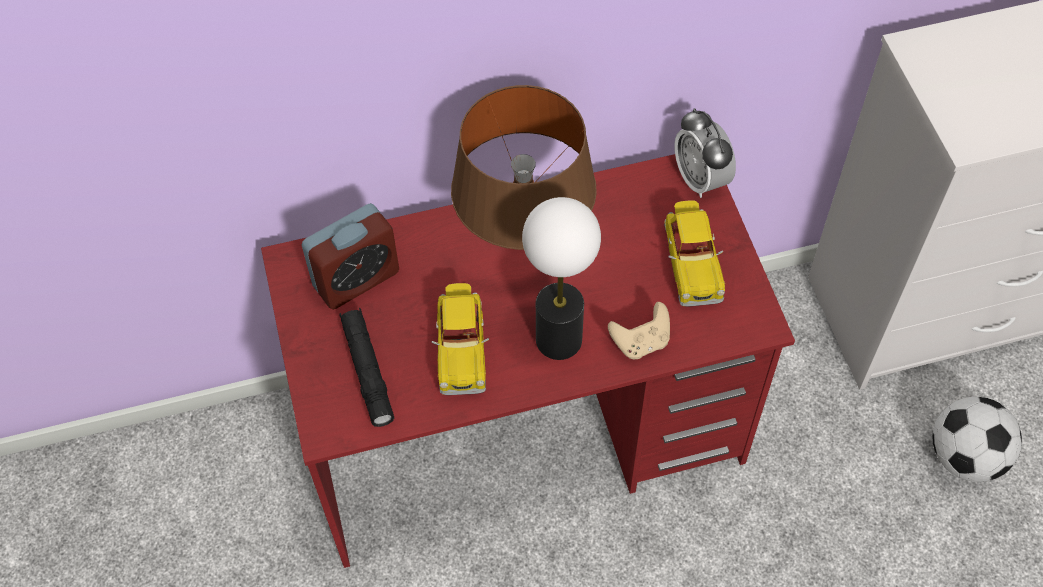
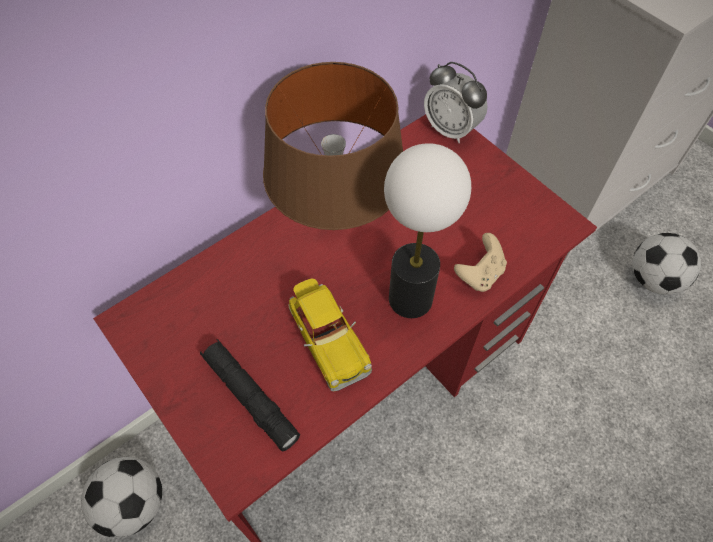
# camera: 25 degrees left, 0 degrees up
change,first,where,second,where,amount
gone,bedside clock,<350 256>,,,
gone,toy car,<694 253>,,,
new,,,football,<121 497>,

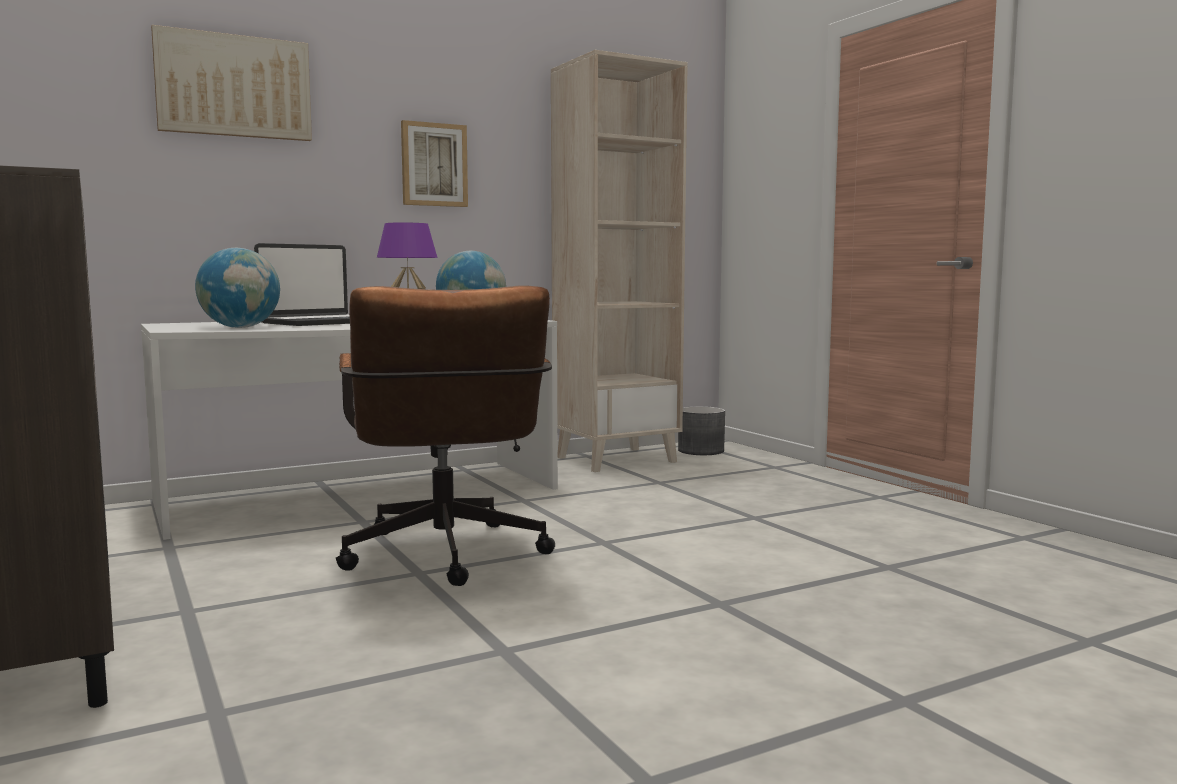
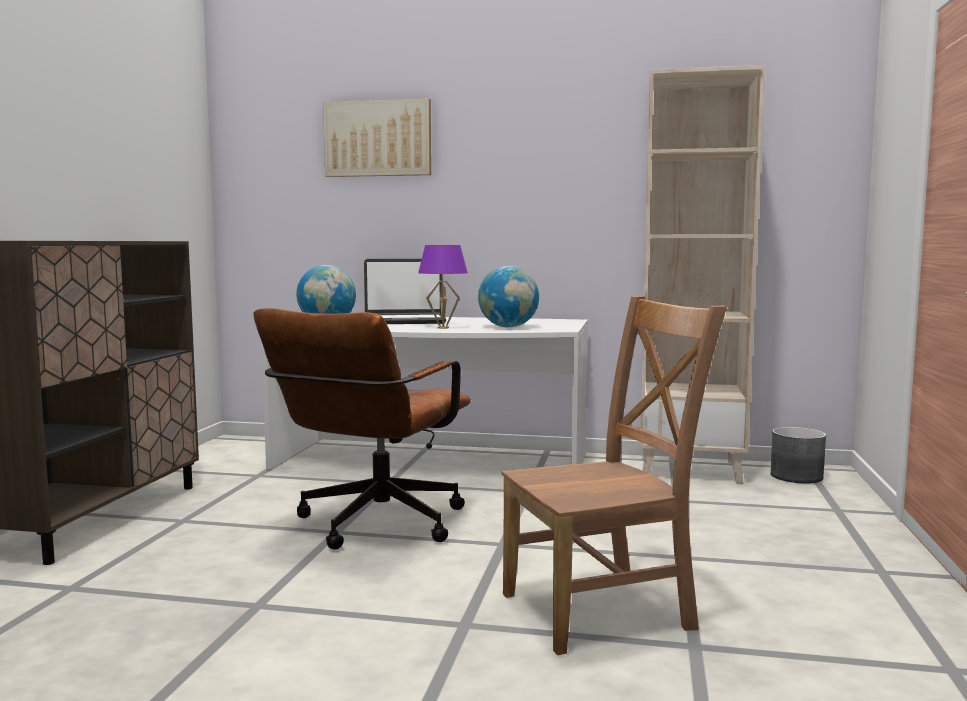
# camera: 40 degrees right, 0 degrees up
change,first,where,second,where,amount
gone,wall art,<434 163>,,,
new,,,chair in brown,<614 475>,

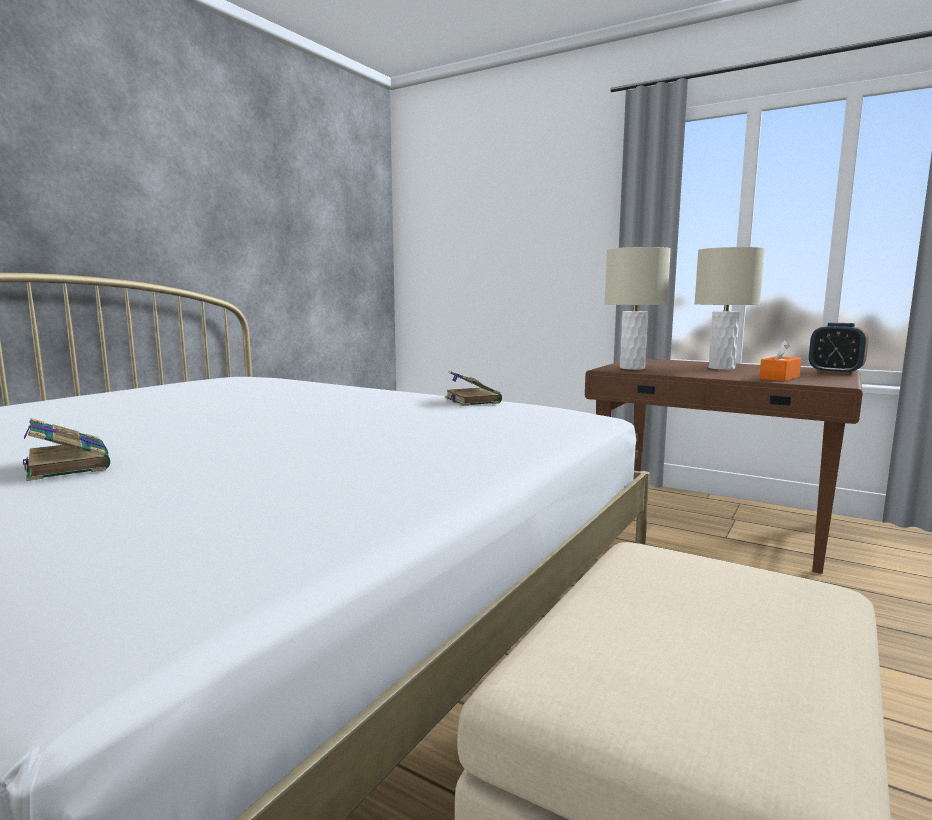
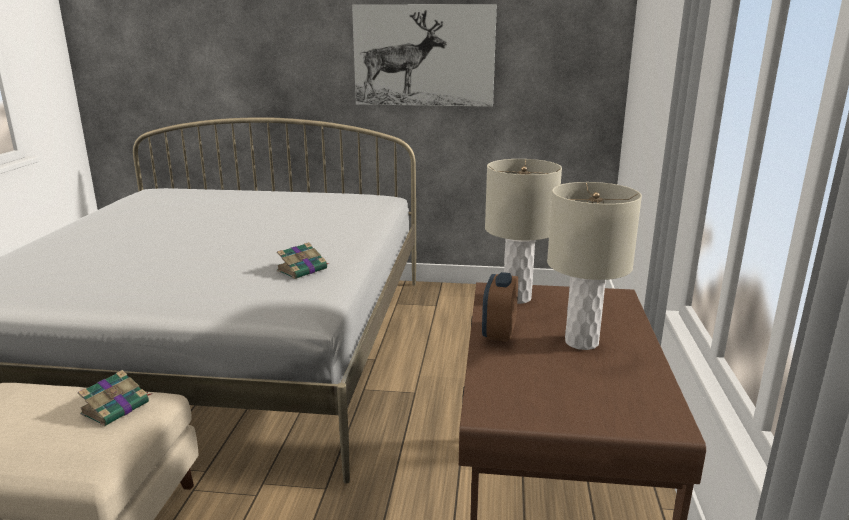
# camera: 65 degrees right, 10 degrees up
change,first,where,second,where,amount
gone,box of tissues in orange,<780 360>,,,
new,,,wall art,<424 55>,
shifted,book,<66 449>,,<114 398>,
shifted,bedside clock,<839 349>,,<500 307>,

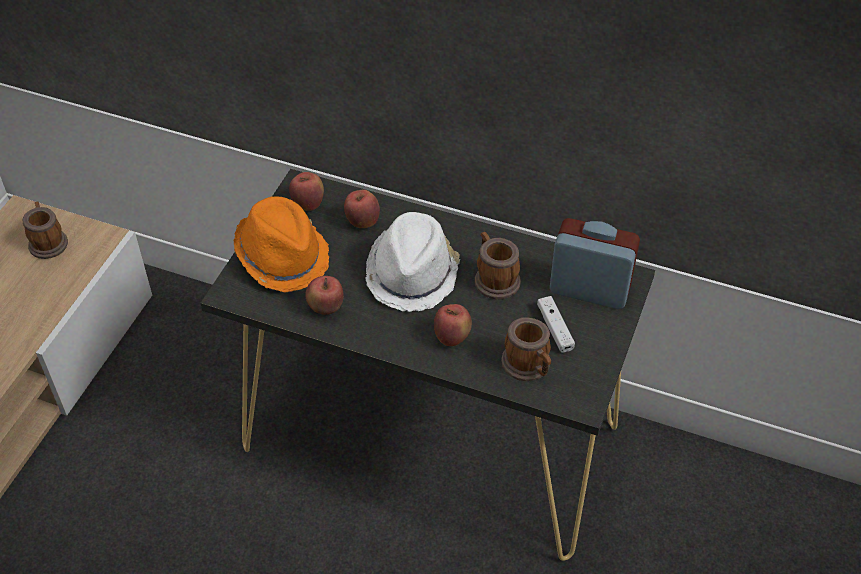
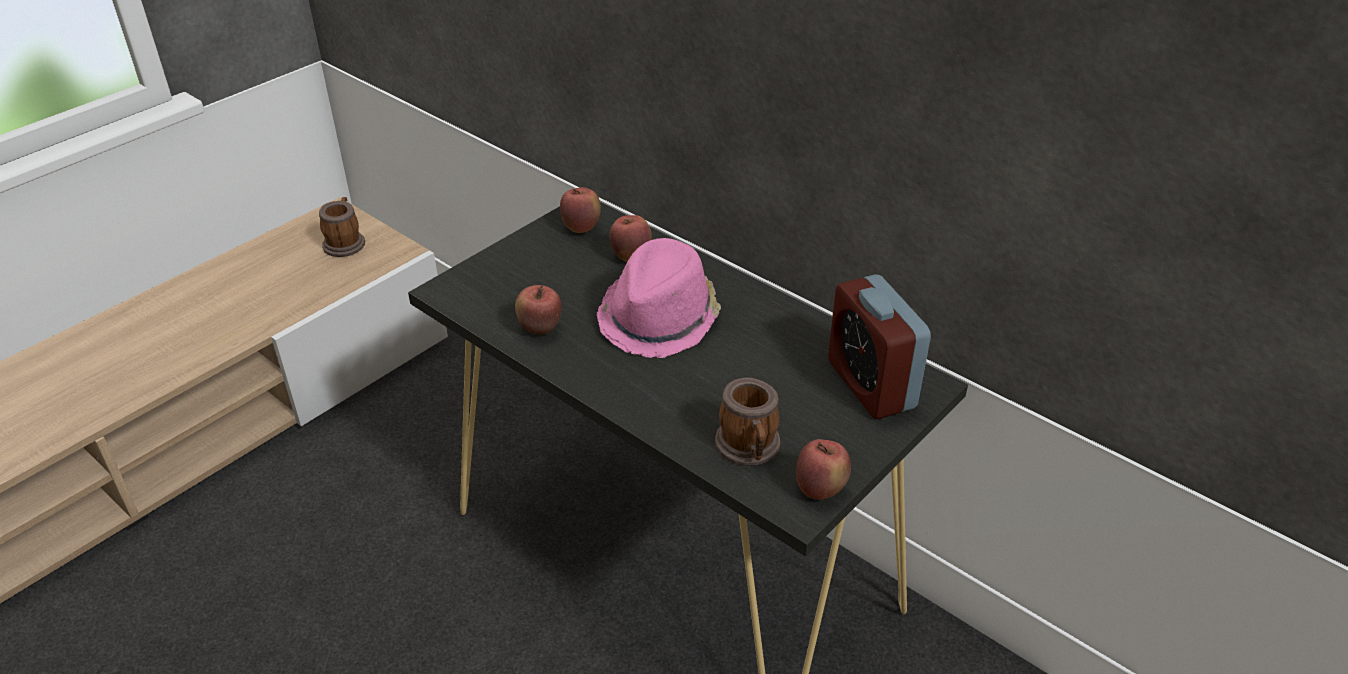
# camera: 20 degrees right, 10 degrees down
change,first,where,second,where,amount
gone,wearable hat in orange,<281 244>,,,
gone,mug,<498 265>,,,
gone,game controller in whitish,<556 324>,,,
shifted,whole apple,<453 325>,,<823 469>,
repainted,wearable hat in whitish,<412 262>,wearable hat in pink-coloured,<659 298>,
rotated,bedside clock,<595 263>,,<879 346>,150 degrees counterclockwise

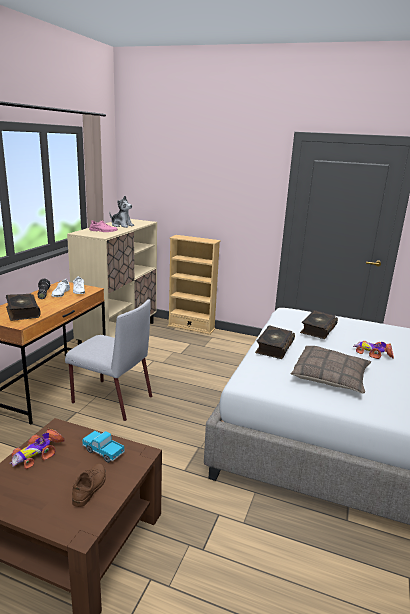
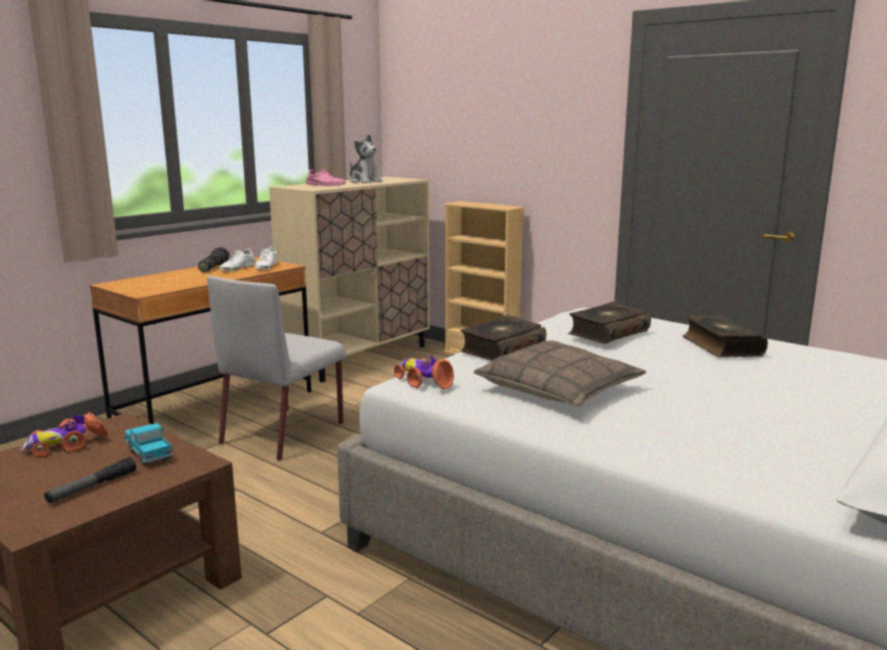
# camera: 20 degrees right, 5 degrees down
change,first,where,second,where,amount
shifted,book,<23 307>,,<725 336>,
shifted,toy car,<373 350>,,<424 373>,
swapped,low shoe in brown,<89 485>,torch,<90 480>,
rotated,chair in grey,<108 360>,,<276 368>,75 degrees clockwise

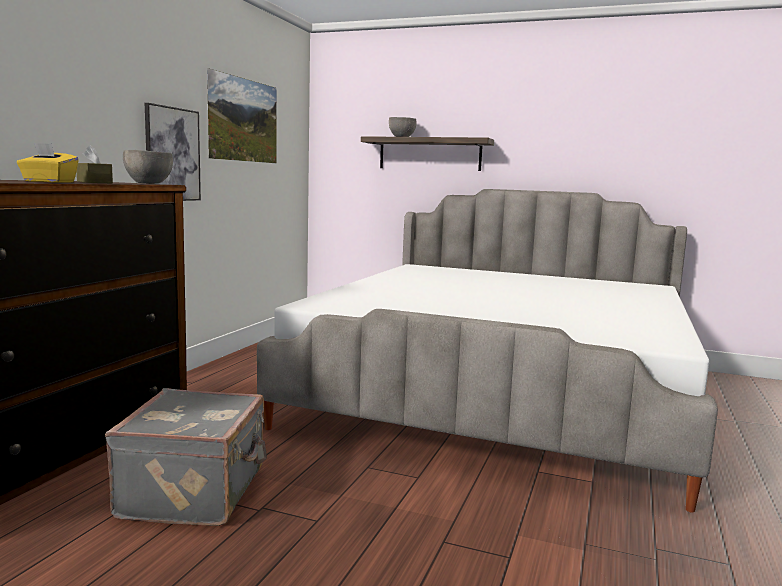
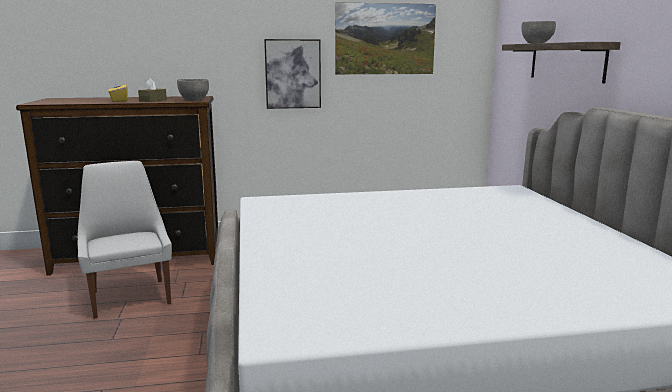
# camera: 60 degrees right, 5 degrees up
change,first,where,second,where,amount
swapped,suitcase in grey,<186 457>,chair in whitish,<124 240>,

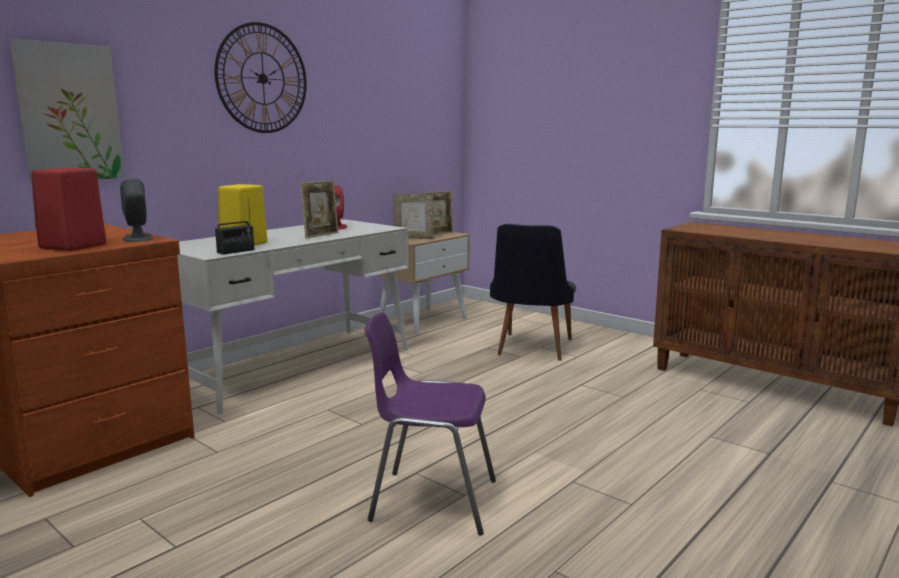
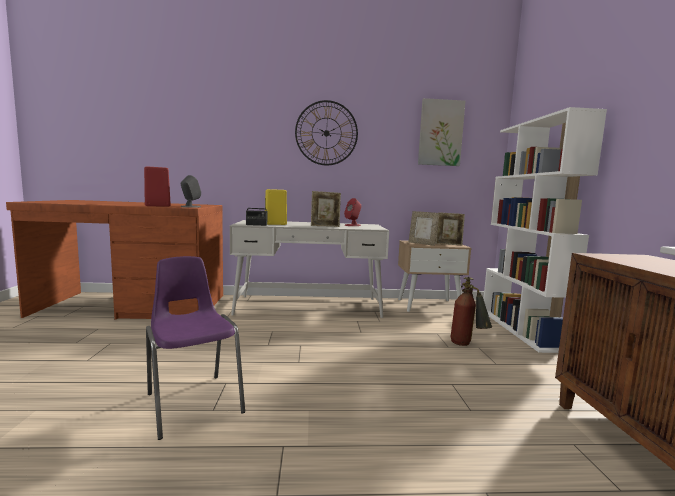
# camera: 45 degrees right, 5 degrees down
change,first,where,second,where,amount
new,,,bookcase in whitish,<545 230>,
shifted,wall art,<67 111>,,<441 132>,
swapped,chair in black-coloured,<533 292>,fire extinguisher,<471 311>,

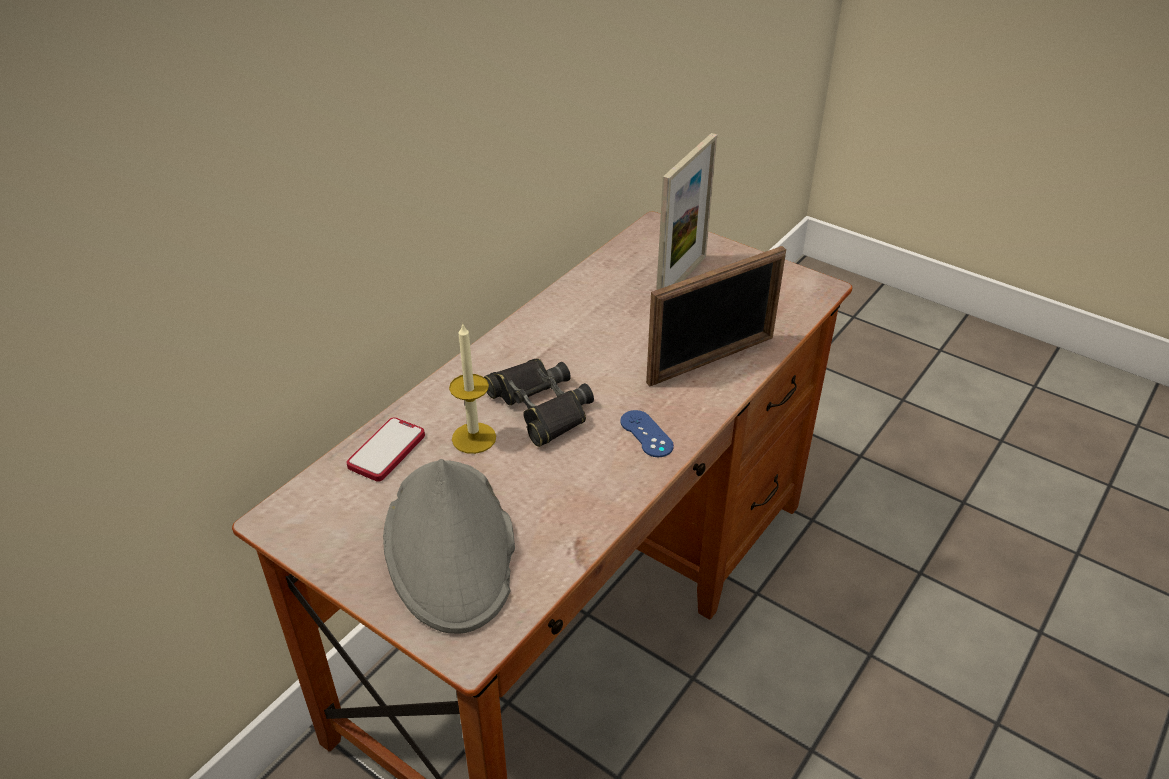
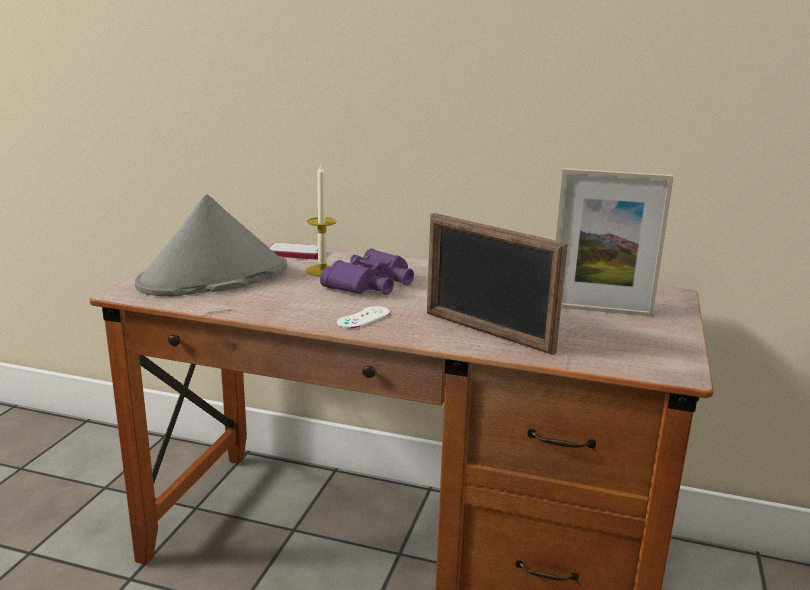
# camera: 70 degrees right, 20 degrees down
change,first,where,second,where,amount
repainted,pair of binoculars in black-coloured,<539 403>,pair of binoculars in purple-coloured,<367 271>,
repainted,game controller in blue,<647 433>,game controller in whitish,<363 317>,

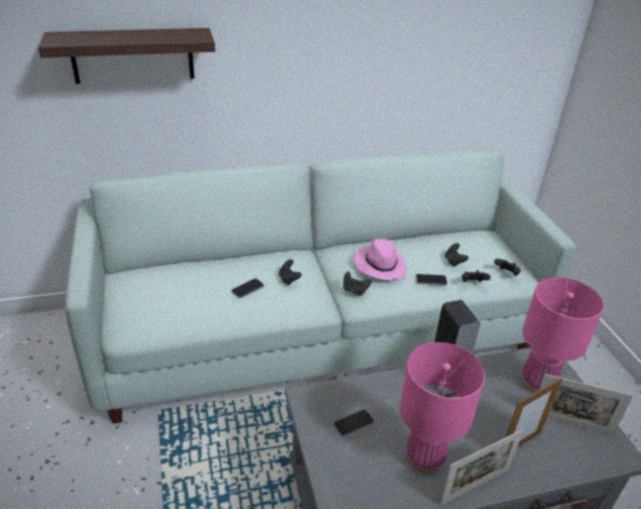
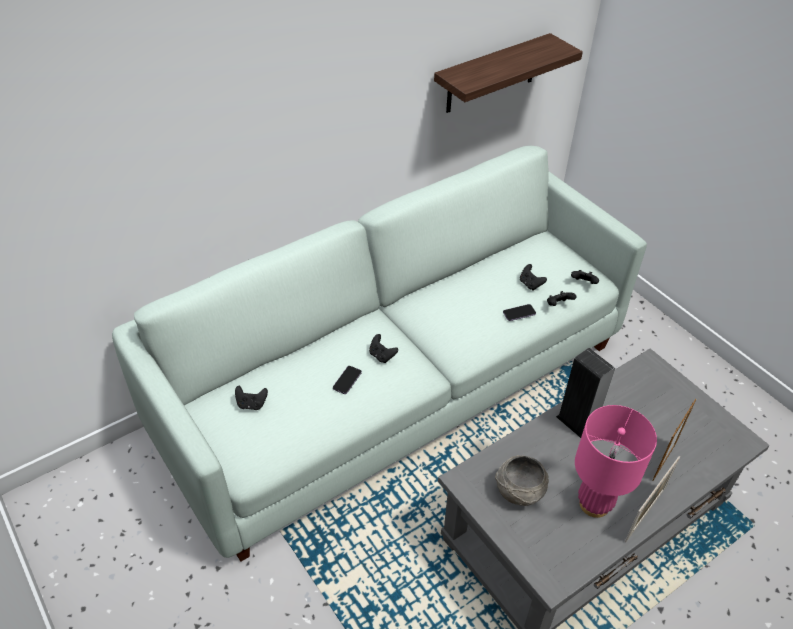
# camera: 20 degrees left, 10 degrees up
change,first,where,second,where,amount
gone,wearable hat in pink-coloured,<380 259>,,,
gone,table lamp in pink-coloured,<563 335>,,,
gone,standing frame,<585 404>,,,
shifted,wall shelf,<126 56>,,<508 73>,
shifted,game controller in black-coloured,<357 284>,,<251 397>,
swapped,handset,<354 422>,serving bowl in grey,<522 480>,

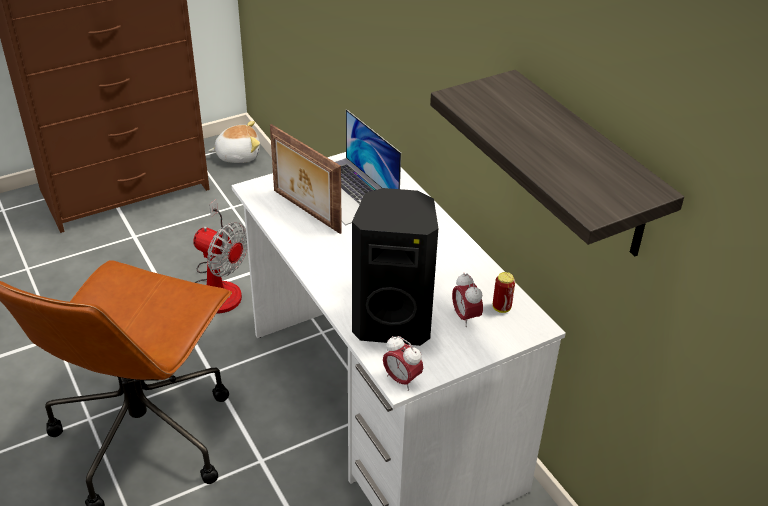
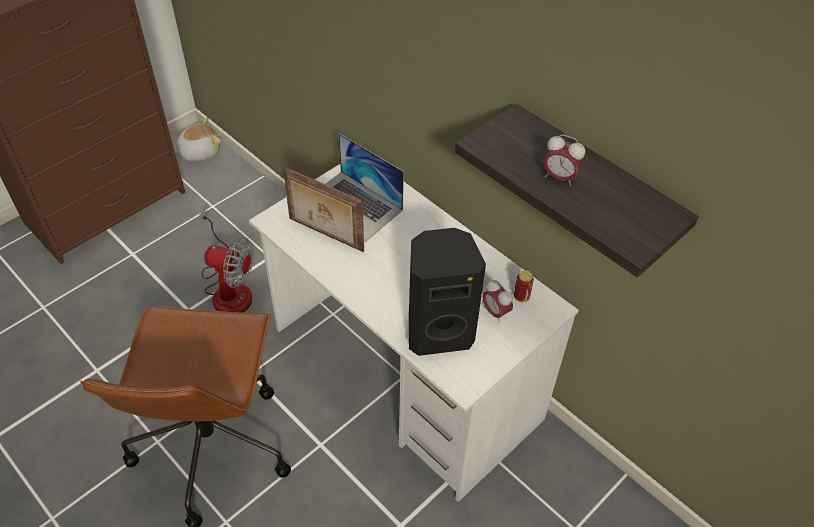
# camera: 15 degrees left, 10 degrees up
change,first,where,second,where,amount
shifted,bedside clock,<403 363>,,<564 160>,

